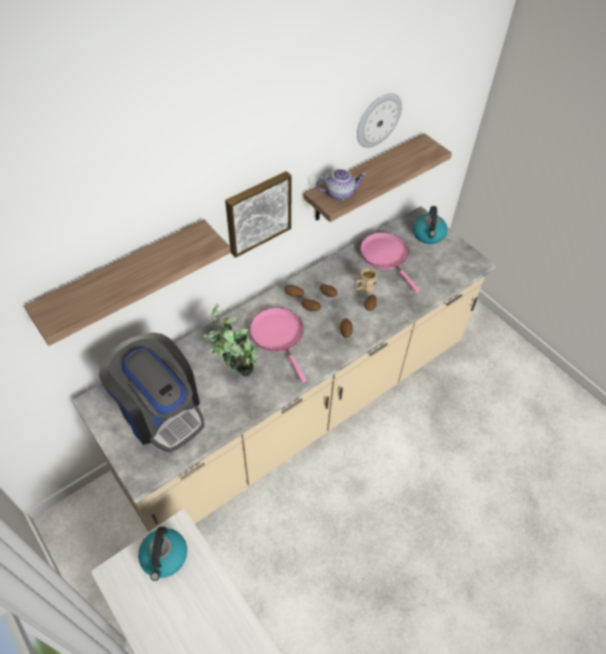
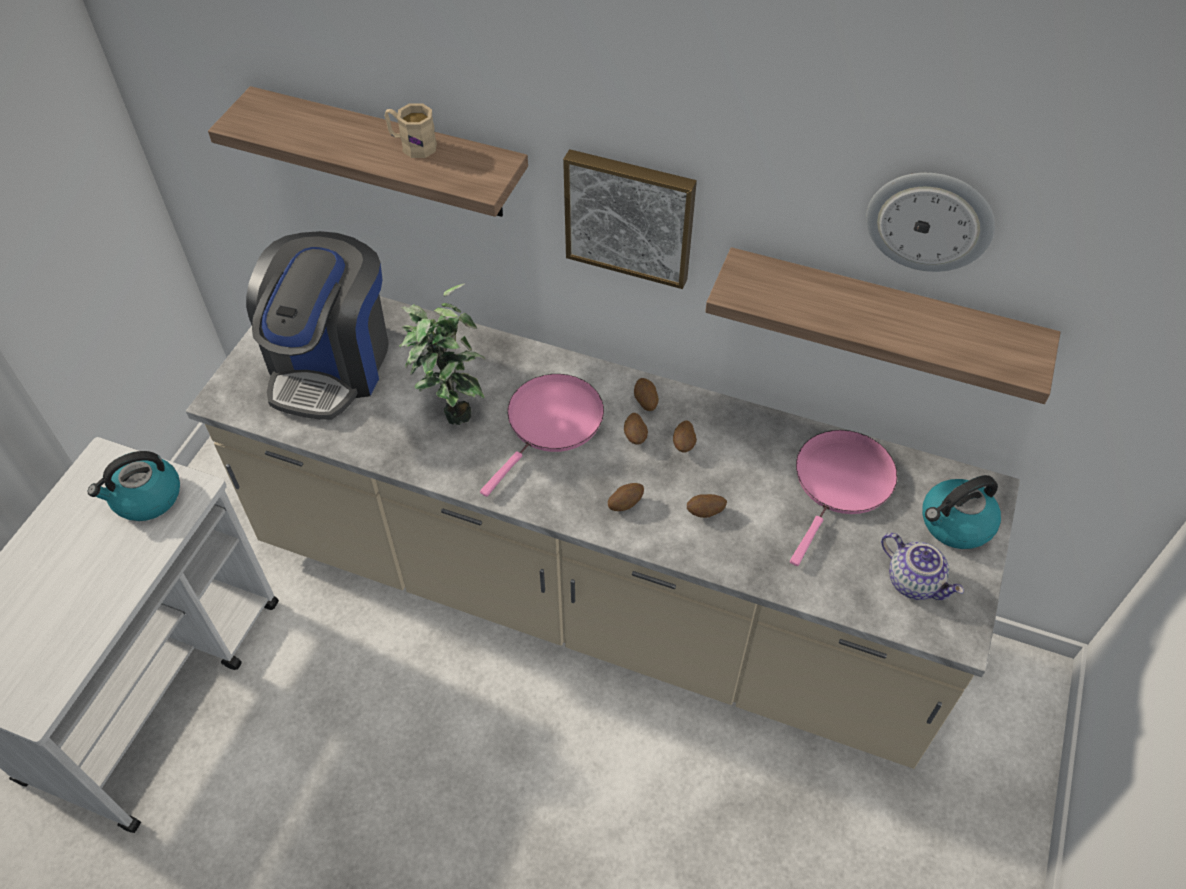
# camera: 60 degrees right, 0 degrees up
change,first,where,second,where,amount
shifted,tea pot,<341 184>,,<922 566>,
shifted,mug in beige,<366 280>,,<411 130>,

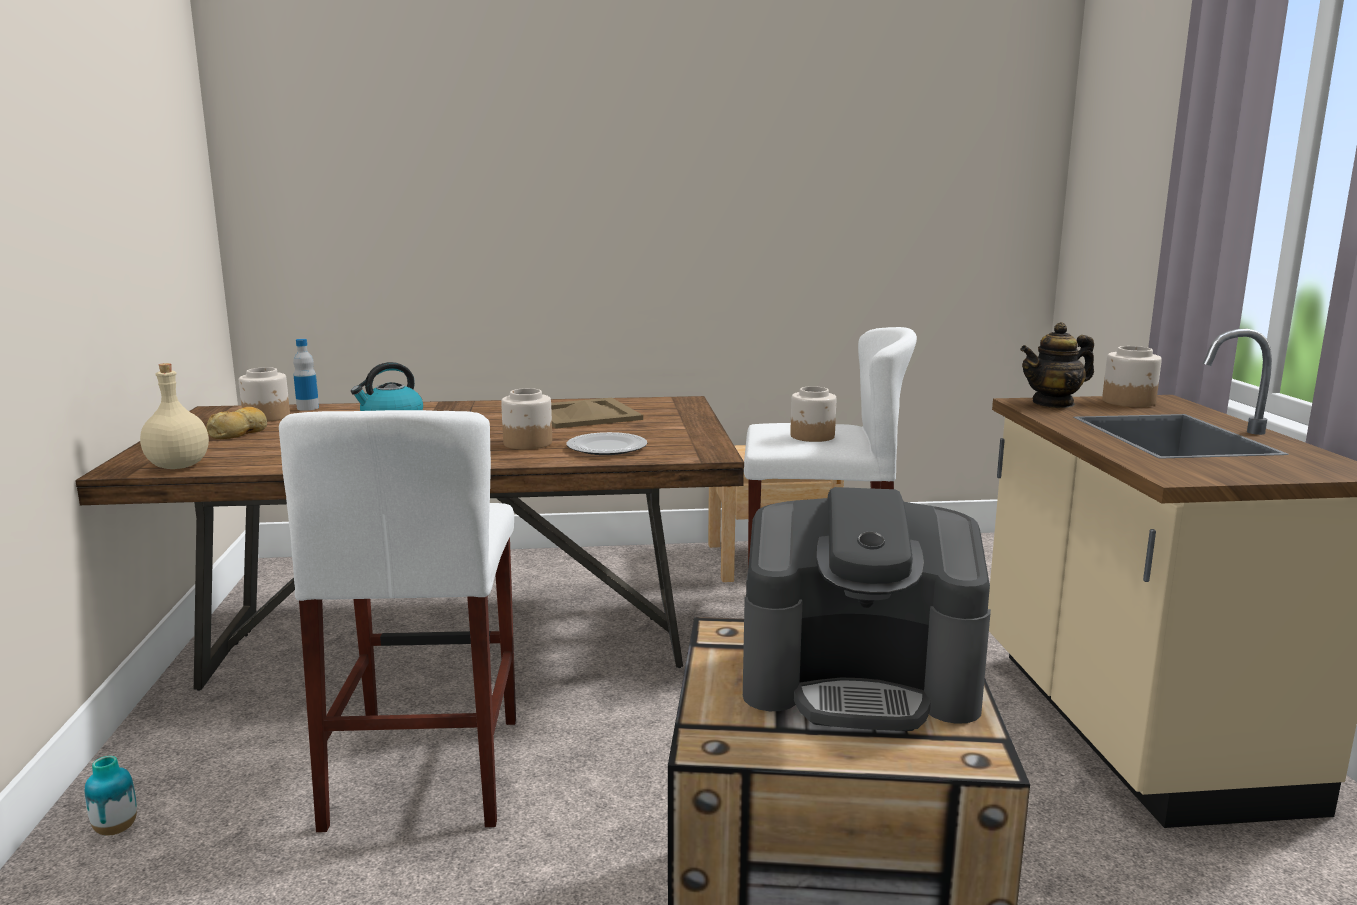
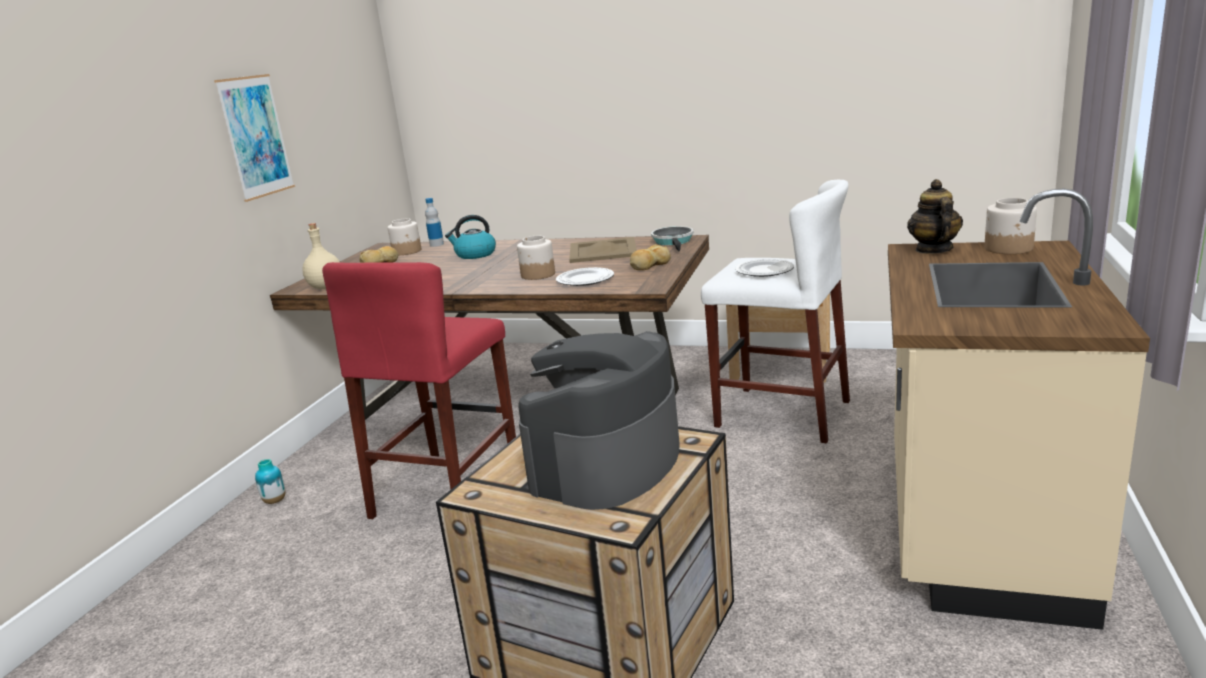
# camera: 25 degrees right, 5 degrees up
change,first,where,second,where,amount
new,,,wall art,<254 138>,
new,,,baked bread,<650 257>,
new,,,frying pan,<672 238>,
swapped,storage jar,<813 414>,plate,<764 268>,
repainted,sitting stool in whitish,<397 621>,sitting stool in red-coloured,<419 390>,
rotated,coffee maker,<867 609>,,<599 420>,90 degrees clockwise
rotated,tea pot,<1057 365>,,<935 216>,90 degrees clockwise

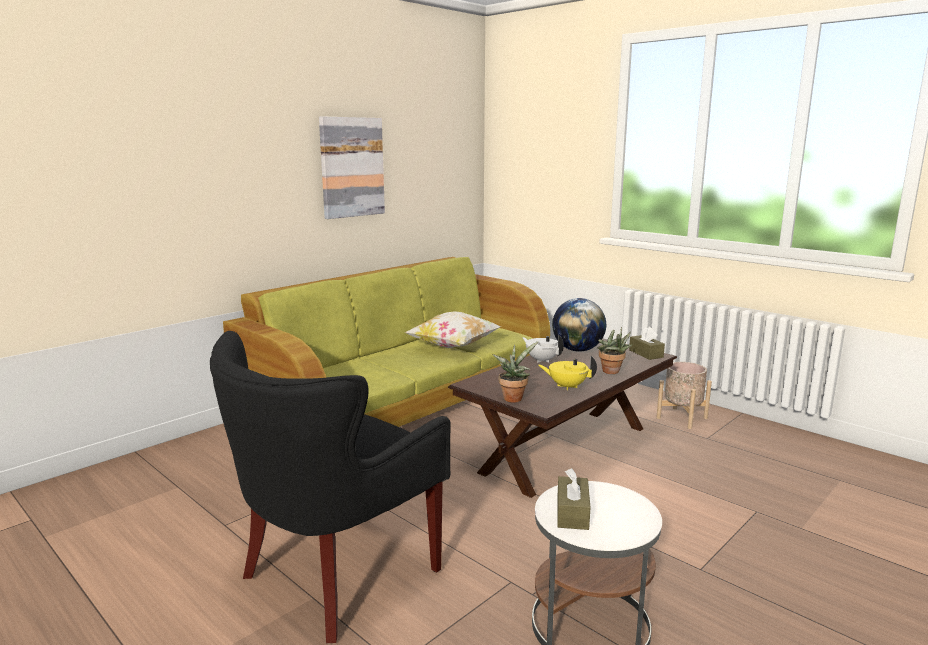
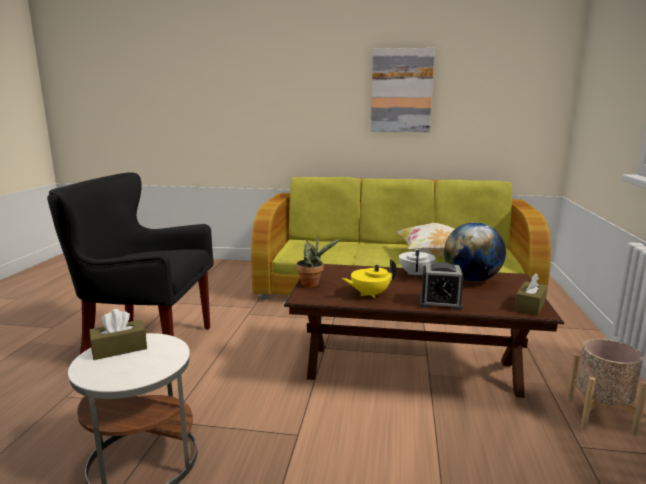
# camera: 55 degrees right, 0 degrees up
change,first,where,second,where,amount
swapped,plant in a pot,<615 350>,bedside clock,<442 286>,
rotated,tea pot in yellowish,<567 373>,,<369 278>,90 degrees counterclockwise

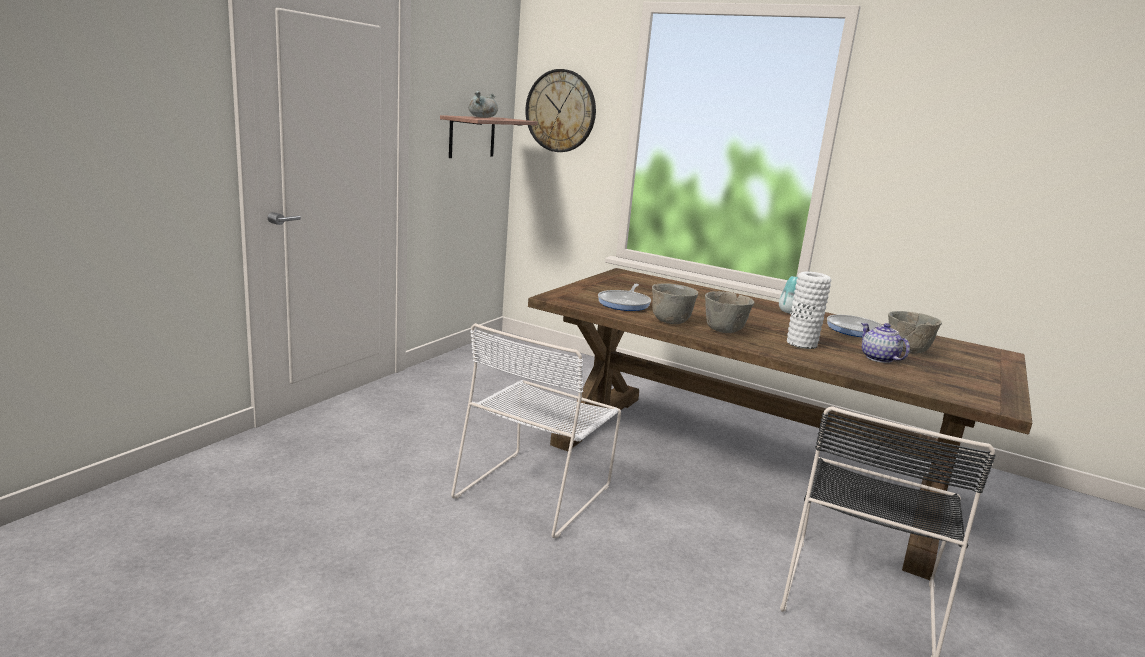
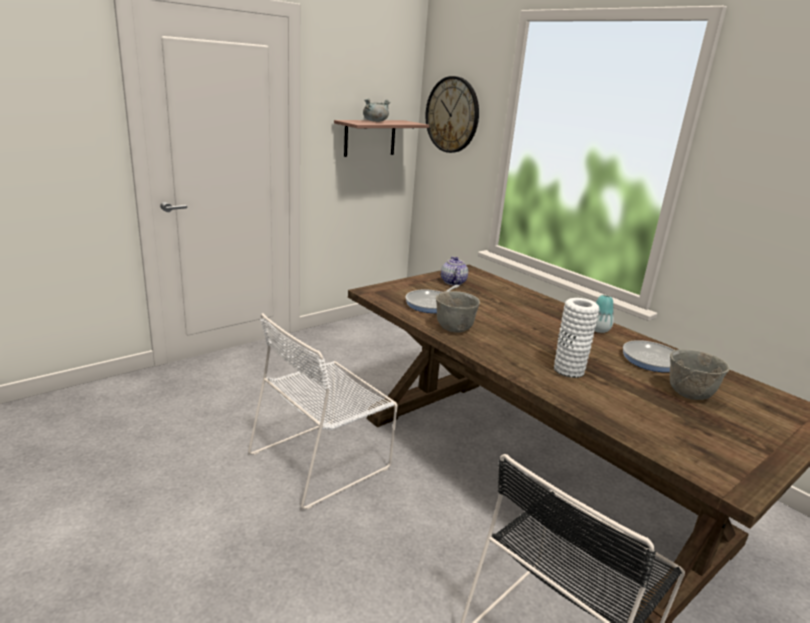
# camera: 20 degrees right, 5 degrees up
change,first,where,second,where,amount
gone,serving bowl in grey,<729 312>,,,
shifted,tea pot,<885 343>,,<454 271>,

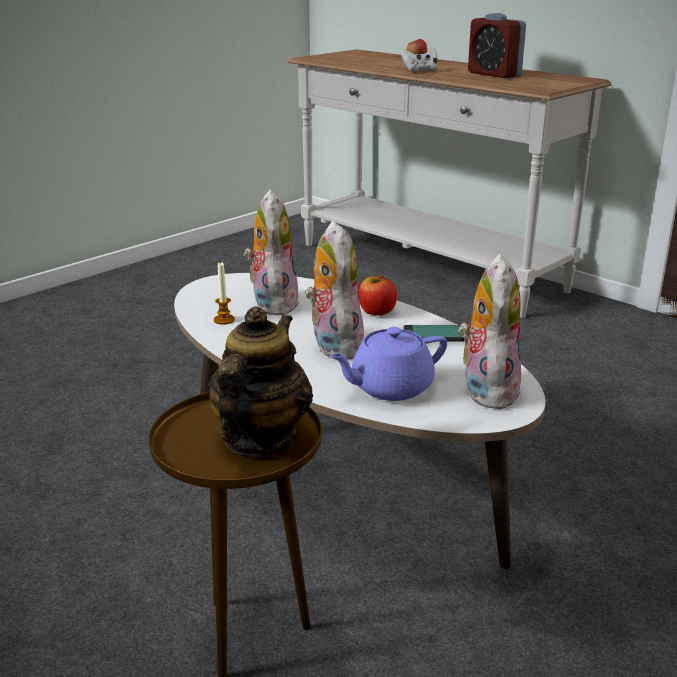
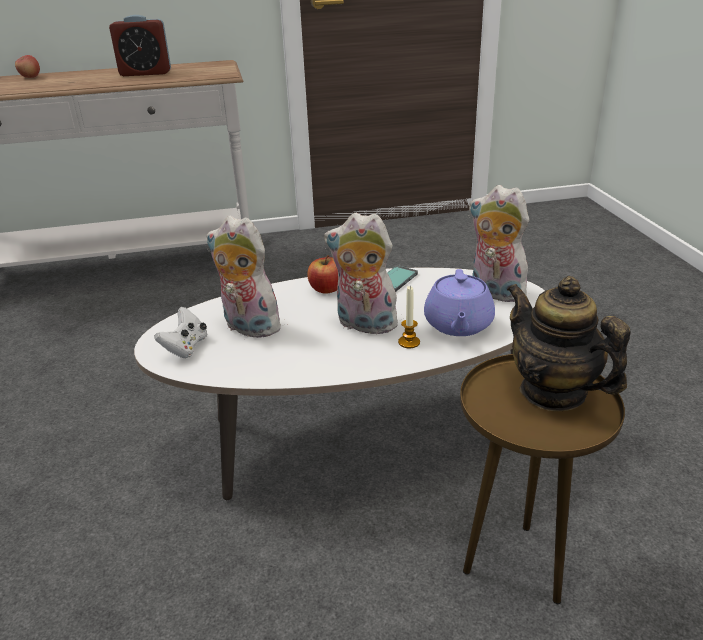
# camera: 55 degrees left, 5 degrees up
change,first,where,second,where,amount
shifted,candle,<224 293>,,<409 317>,
shifted,game controller in whitish,<419 59>,,<181 332>,

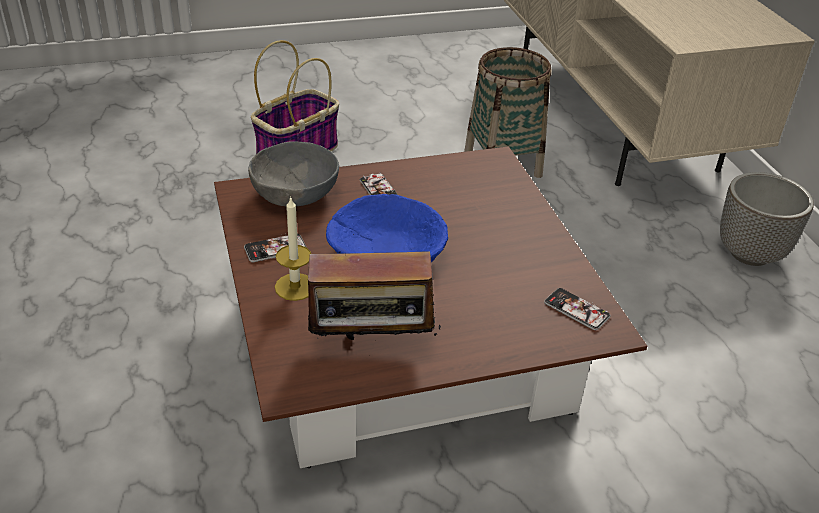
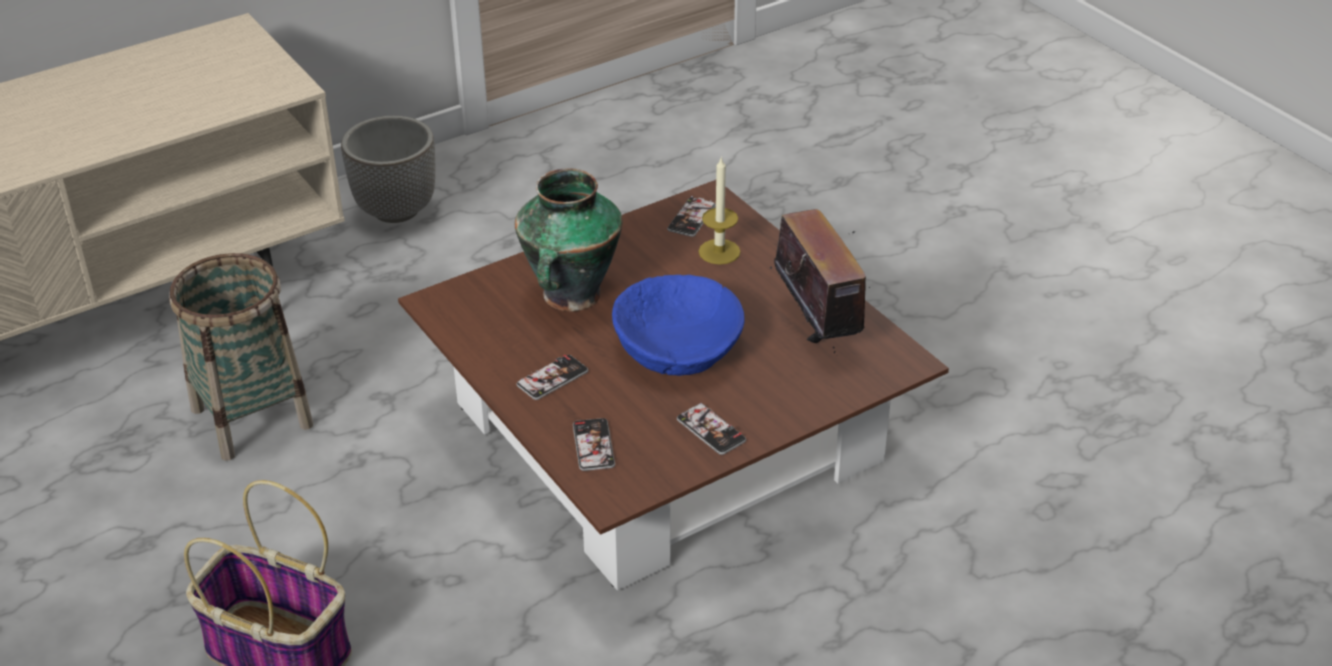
# camera: 105 degrees left, 0 degrees up
change,first,where,second,where,amount
new,,,flower vase,<569 239>,
shifted,candle,<293 248>,,<719 210>,
swapped,serving bowl in grey,<293 173>,handset,<594 444>,

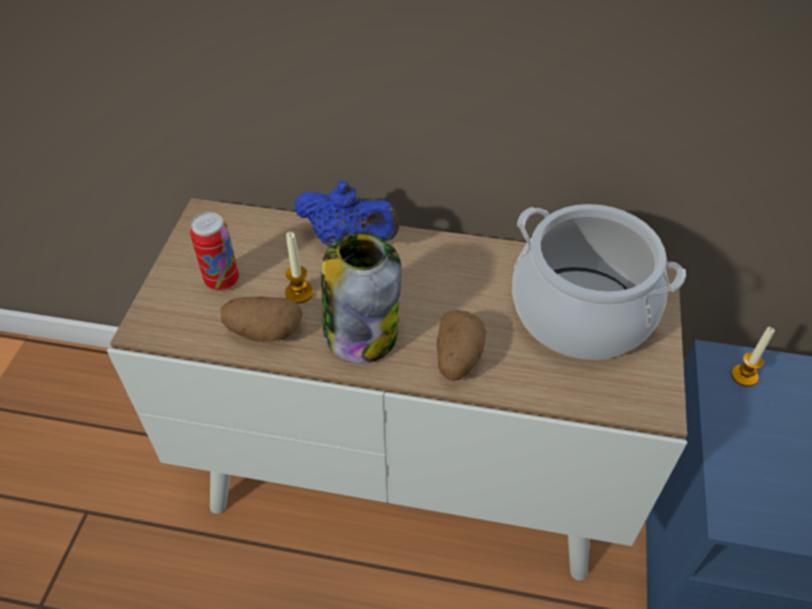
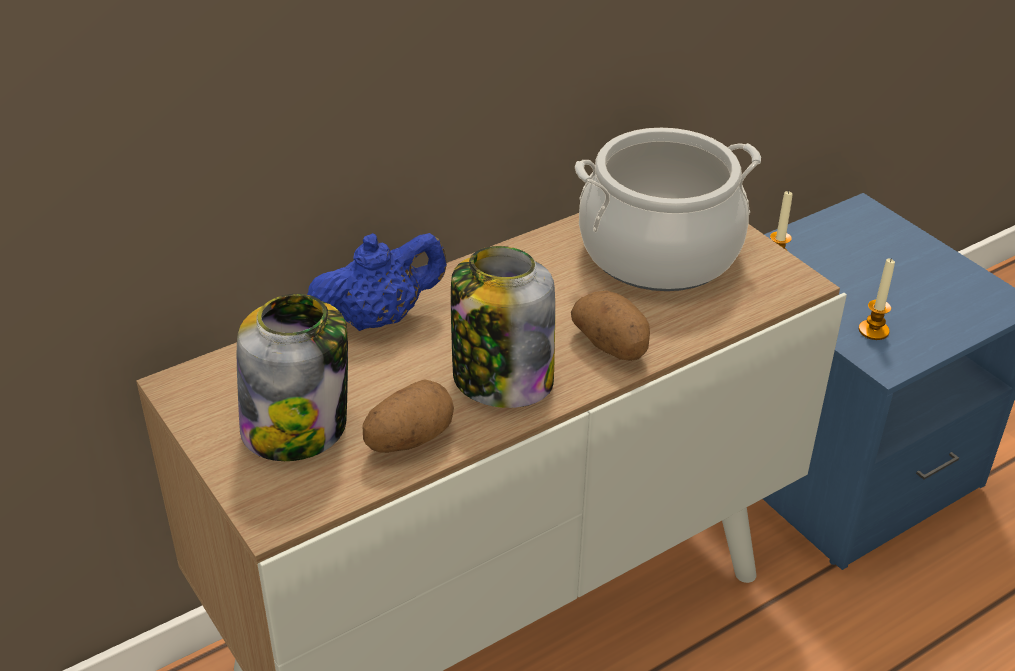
# camera: 45 degrees left, 10 degrees down
change,first,where,second,where,amount
shifted,candle,<299 267>,,<877 299>,
swapped,sealed can,<214 251>,storage jar,<292 377>,

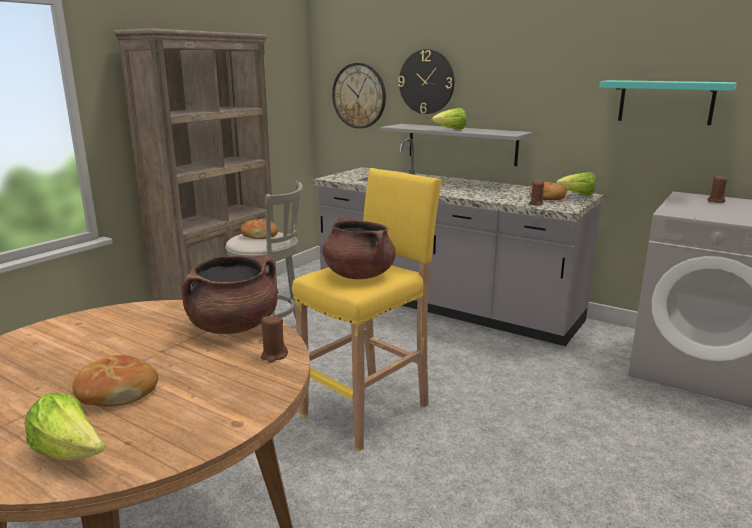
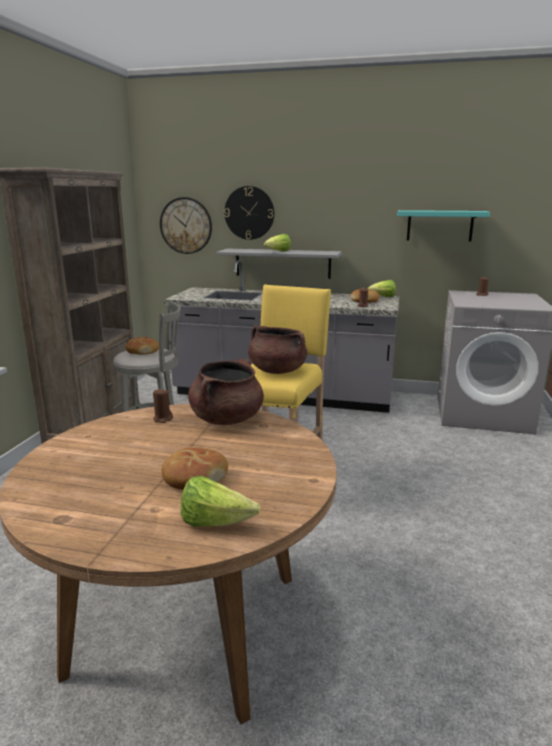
# camera: 20 degrees left, 0 degrees up
change,first,where,second,where,amount
shifted,candle in brown,<274 338>,,<163 405>,

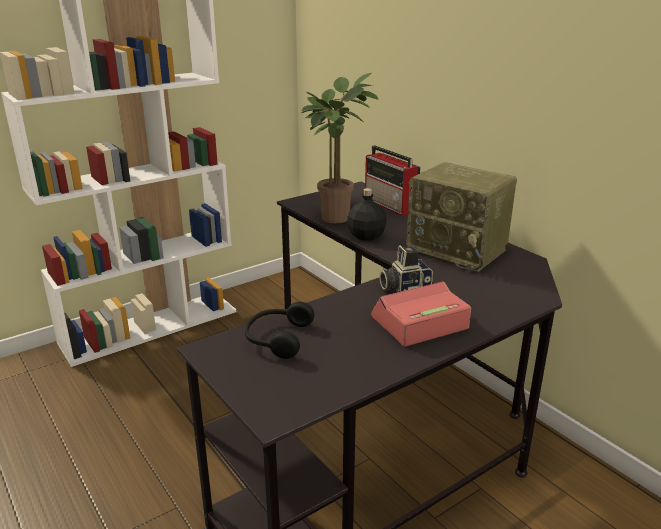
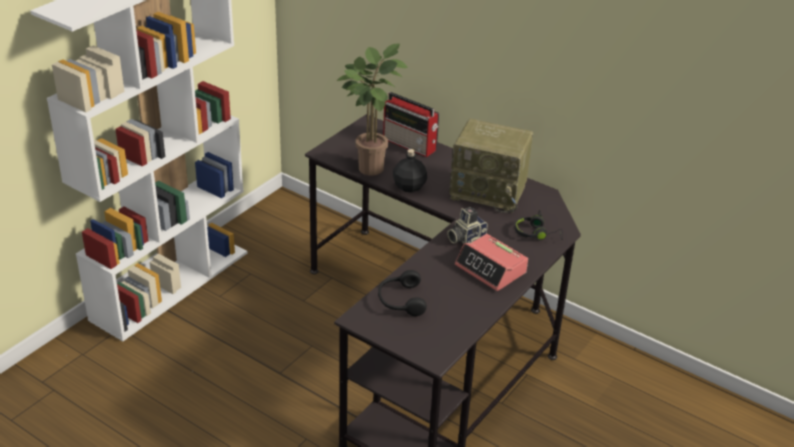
# camera: 20 degrees left, 10 degrees up
change,first,where,second,where,amount
new,,,headphones in black-coloured,<539 225>,
rotated,bedside clock,<421 313>,,<491 262>,90 degrees counterclockwise

